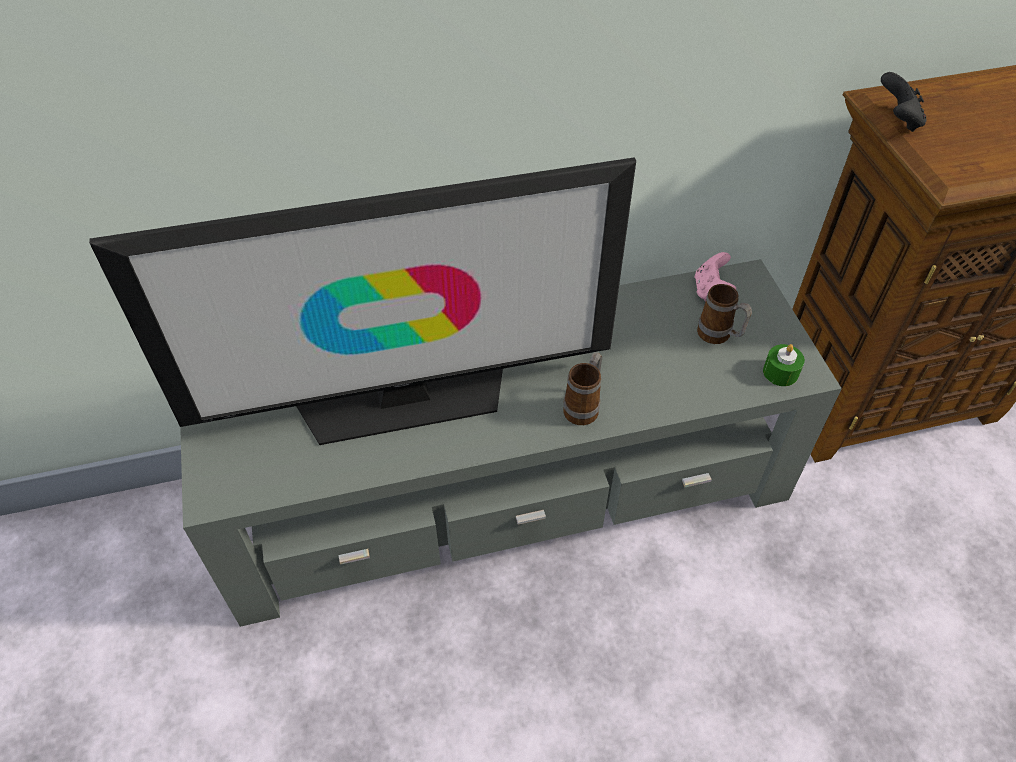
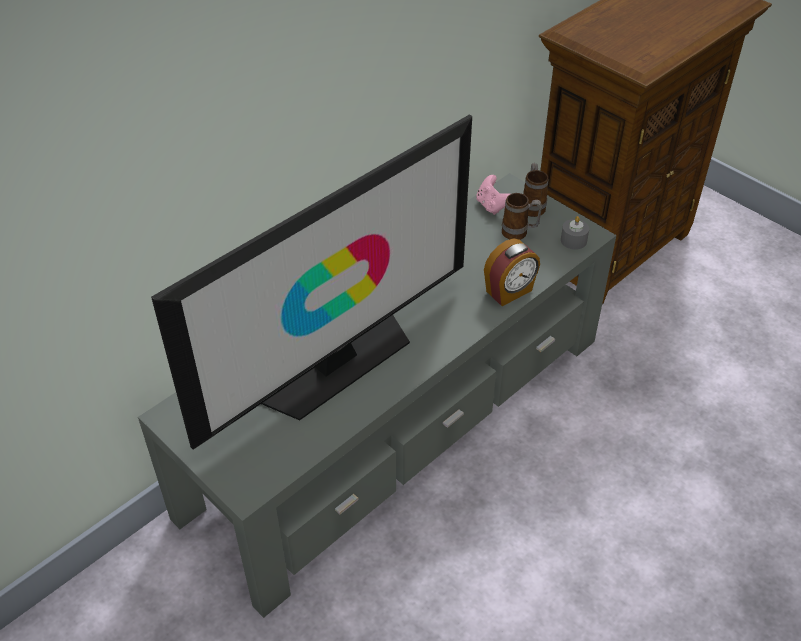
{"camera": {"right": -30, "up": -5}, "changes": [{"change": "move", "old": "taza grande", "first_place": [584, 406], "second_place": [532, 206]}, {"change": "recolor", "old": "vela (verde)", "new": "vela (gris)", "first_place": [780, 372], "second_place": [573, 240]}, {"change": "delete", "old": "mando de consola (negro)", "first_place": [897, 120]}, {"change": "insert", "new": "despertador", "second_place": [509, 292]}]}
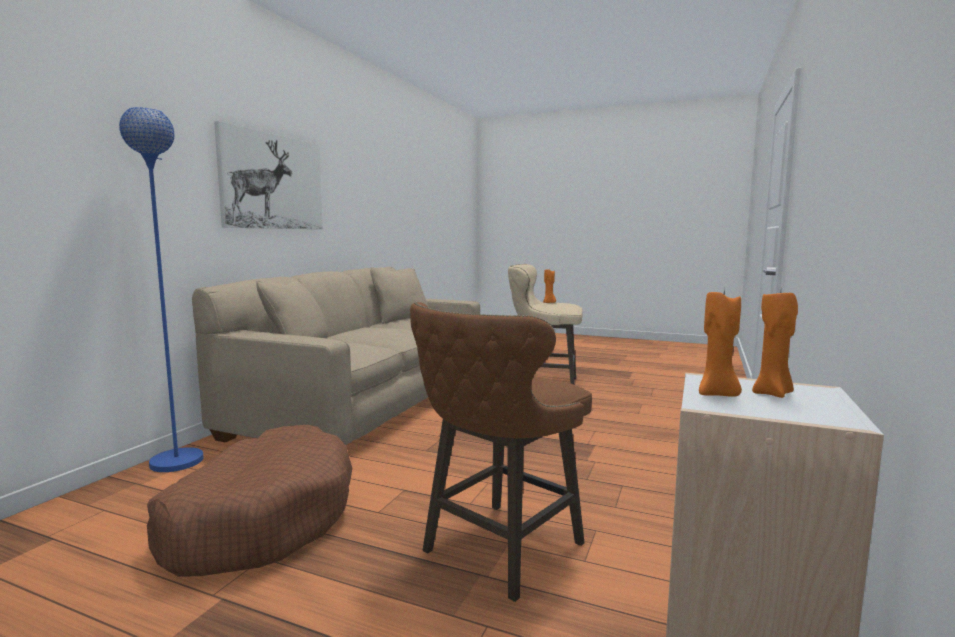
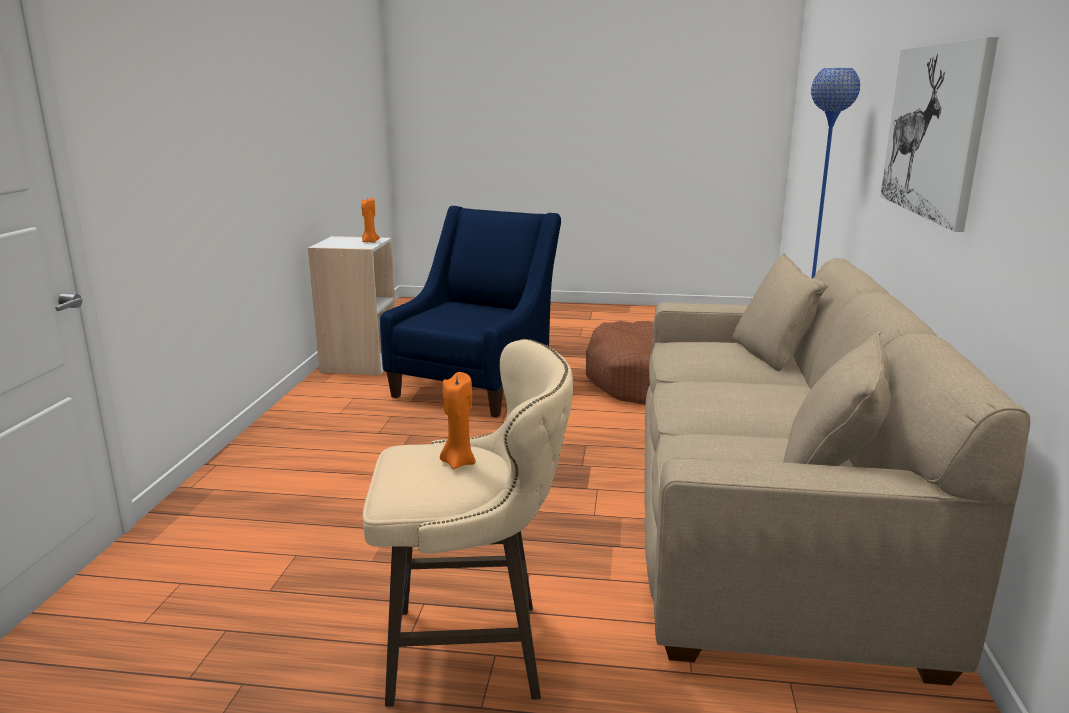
{"camera": {"right": 165, "up": 10}, "changes": [{"change": "replace", "old": "taburete (marrón)", "new": "sillón (azul)", "first_place": [498, 550], "second_place": [476, 385]}, {"change": "delete", "old": "vela (naranja)", "first_place": [773, 393]}]}
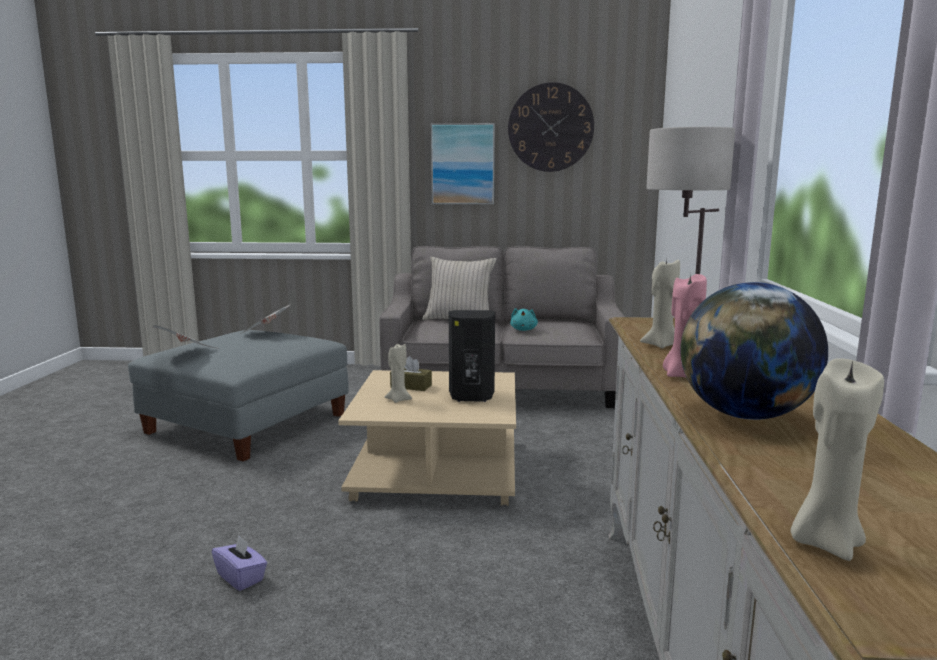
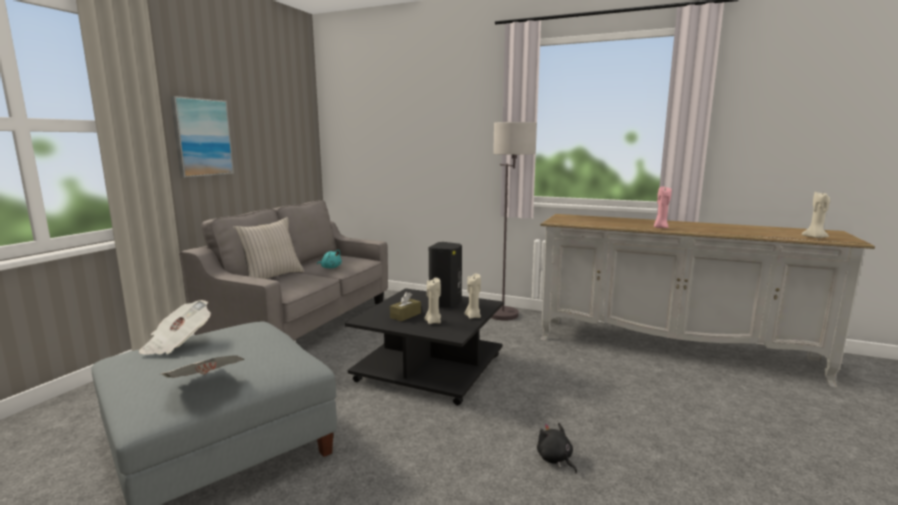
{"camera": {"right": -70, "up": 0}, "changes": [{"change": "replace", "old": "caja de pañuelos (morado)", "new": "peluche (negro)", "first_place": [241, 577], "second_place": [555, 459]}, {"change": "recolor", "old": "mesa de centro (beis)", "new": "mesa de centro (negro)", "first_place": [438, 469], "second_place": [429, 367]}, {"change": "delete", "old": "reloj de pared", "first_place": [550, 127]}, {"change": "move", "old": "vela (beis)", "first_place": [660, 345], "second_place": [473, 316]}, {"change": "delete", "old": "globo terráqueo", "first_place": [745, 415]}]}
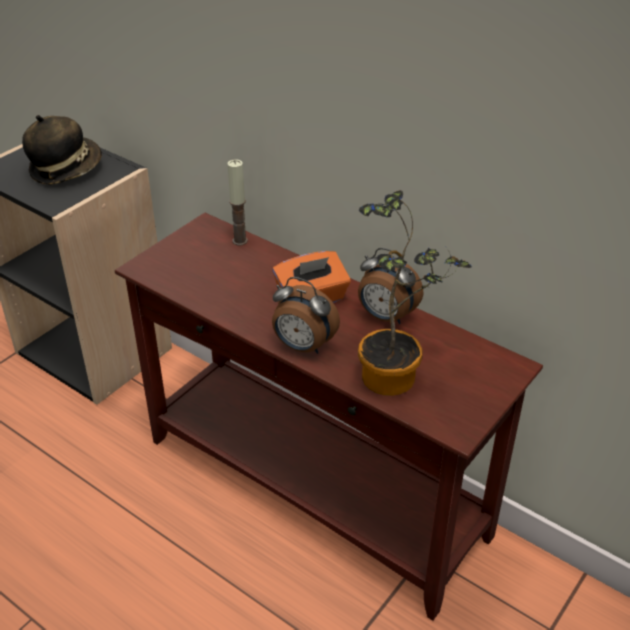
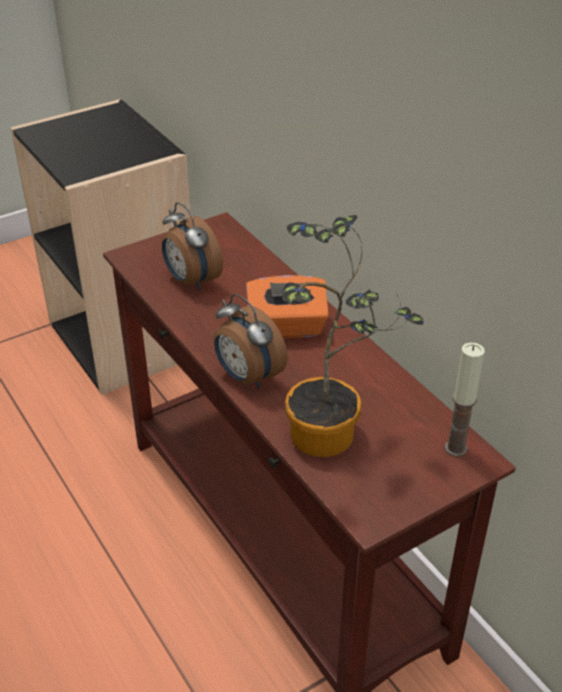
{"camera": {"right": 20, "up": 0}, "changes": [{"change": "delete", "old": "sombrero", "first_place": [65, 169]}, {"change": "move", "old": "vela", "first_place": [240, 241], "second_place": [455, 448]}, {"change": "move", "old": "despertador", "first_place": [385, 317], "second_place": [191, 281]}]}
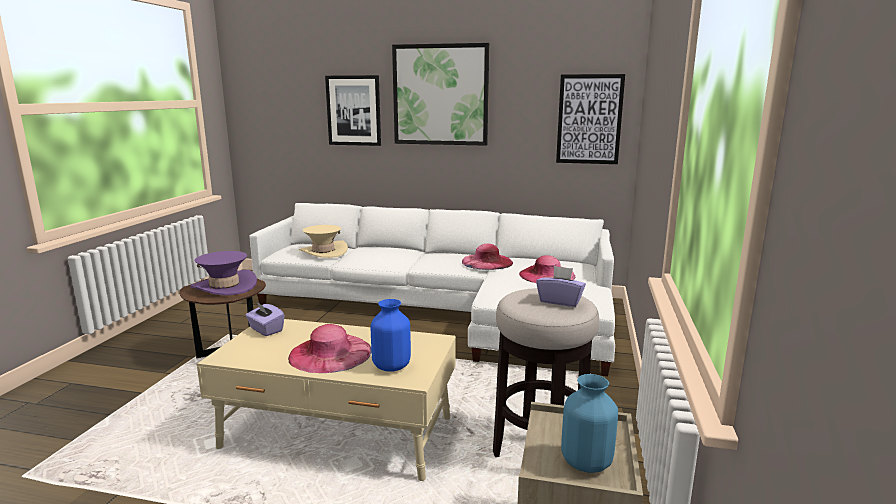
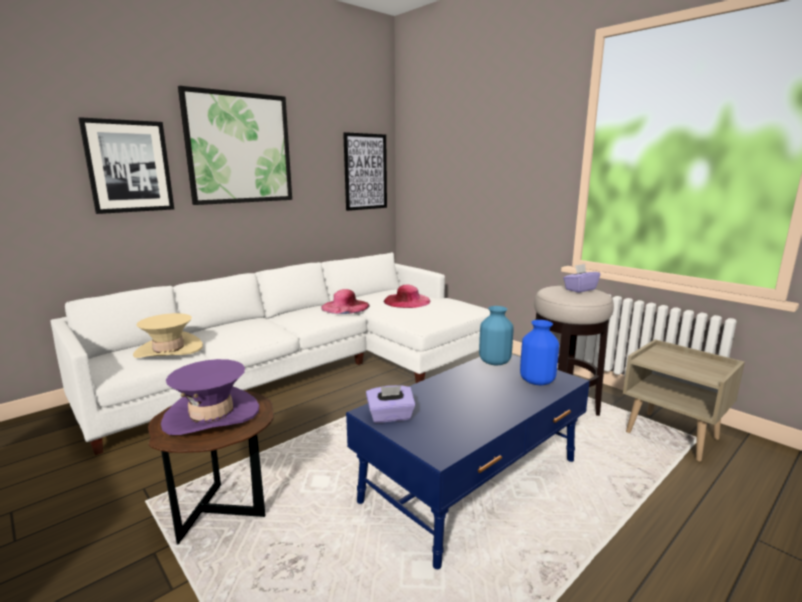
{"camera": {"right": -55, "up": 0}, "changes": [{"change": "recolor", "old": "mesa de centro (beis)", "new": "mesa de centro (azul)", "first_place": [339, 433], "second_place": [472, 479]}, {"change": "delete", "old": "sombrero (rosa)", "first_place": [330, 353]}, {"change": "move", "old": "florero (azul)", "first_place": [587, 463], "second_place": [495, 362]}]}
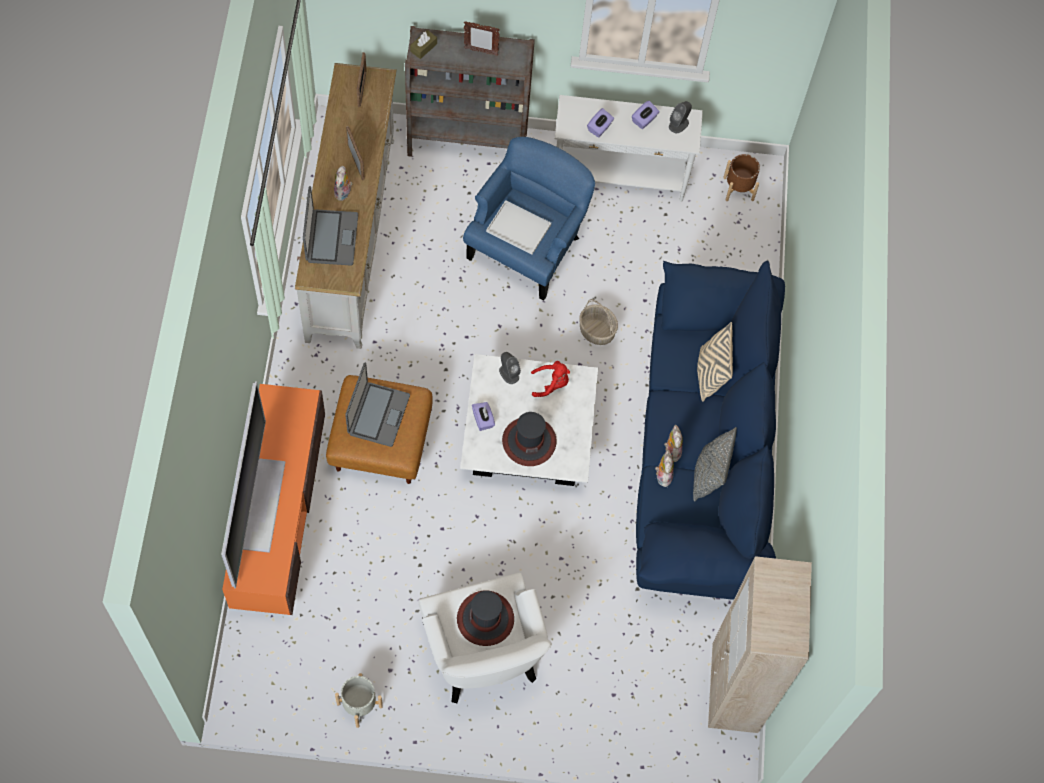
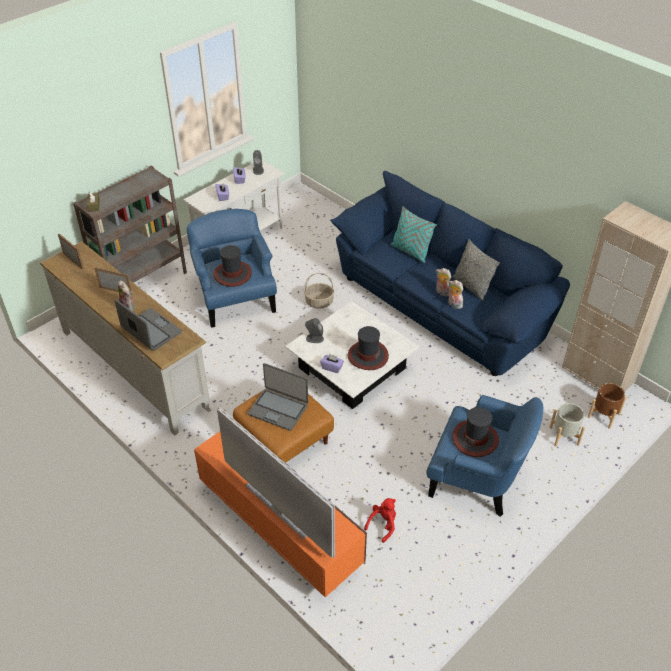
{"camera": {"right": -45, "up": -20}, "changes": [{"change": "move", "old": "maceta (gris)", "first_place": [359, 705], "second_place": [564, 436]}, {"change": "rotate", "old": "portátil", "first_place": [378, 414], "second_place": [278, 409], "degrees": 150}, {"change": "recolor", "old": "sillón (blanco)", "new": "sillón (azul)", "first_place": [482, 652], "second_place": [478, 478]}, {"change": "delete", "old": "portarretratos", "first_place": [480, 51]}, {"change": "replace", "old": "bandeja (blanco)", "new": "sombrero", "first_place": [517, 228], "second_place": [232, 274]}, {"change": "move", "old": "peluche (rojo)", "first_place": [551, 384], "second_place": [383, 525]}, {"change": "recolor", "old": "cojín (beis)", "new": "cojín (turquesa)", "first_place": [710, 374], "second_place": [410, 251]}, {"change": "move", "old": "maceta (marrón)", "first_place": [738, 188], "second_place": [604, 415]}]}
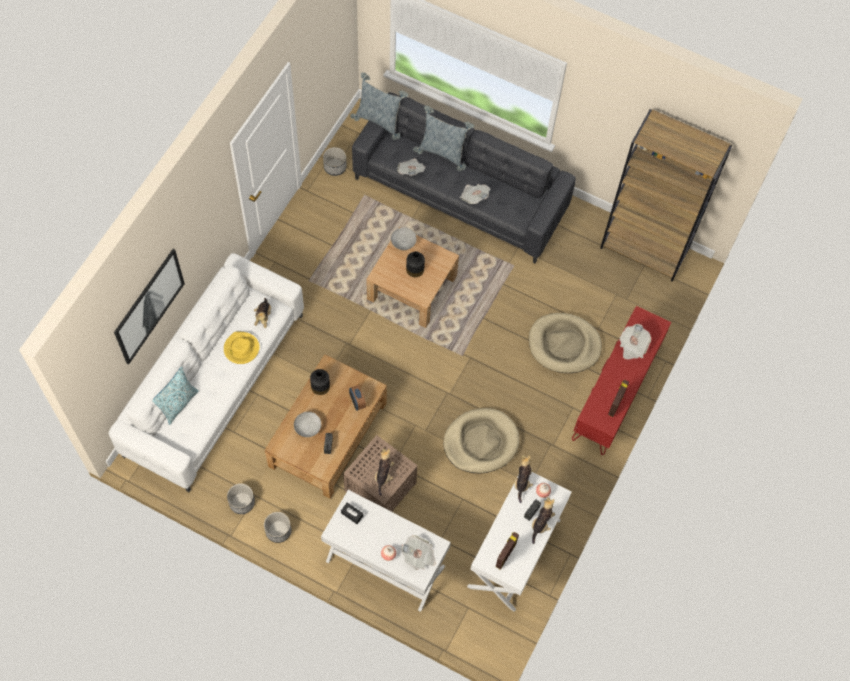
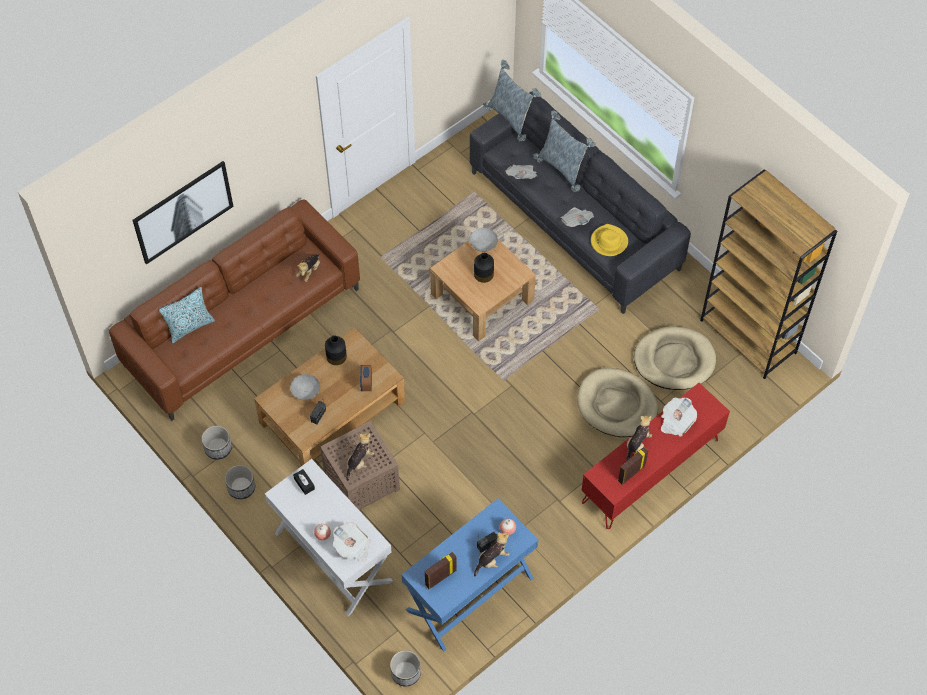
{"camera": {"right": 25, "up": -5}, "changes": [{"change": "recolor", "old": "sofá (blanco)", "new": "sofá (marrón)", "first_place": [214, 384], "second_place": [242, 326]}, {"change": "move", "old": "sombrero (amarillo)", "first_place": [241, 349], "second_place": [608, 242]}, {"change": "move", "old": "maceta", "first_place": [335, 167], "second_place": [405, 673]}, {"change": "move", "old": "cama para perro (beis)", "first_place": [481, 442], "second_place": [674, 360]}, {"change": "recolor", "old": "mesa consola (blanco)", "new": "mesa consola (azul)", "first_place": [514, 553], "second_place": [470, 594]}, {"change": "move", "old": "peluche", "first_place": [522, 481], "second_place": [637, 444]}]}
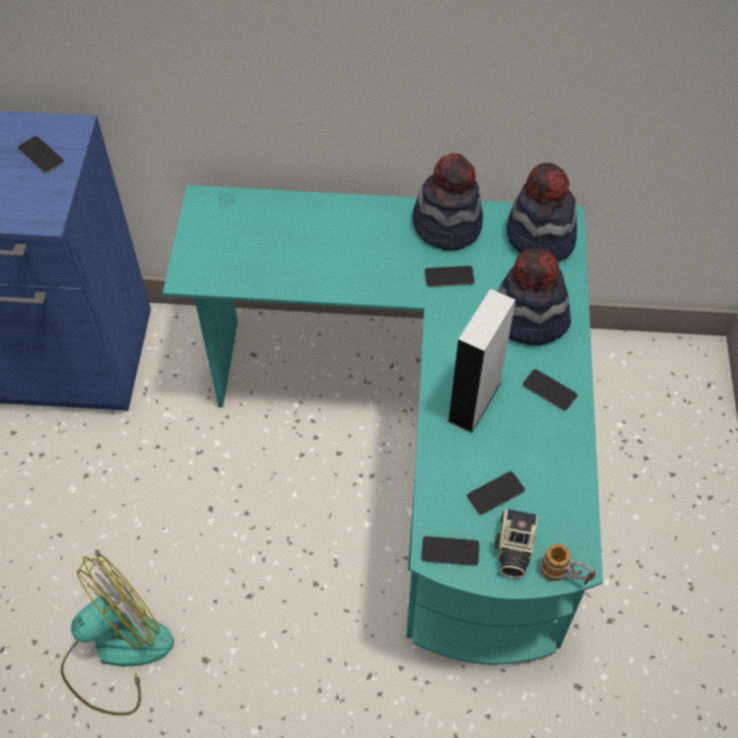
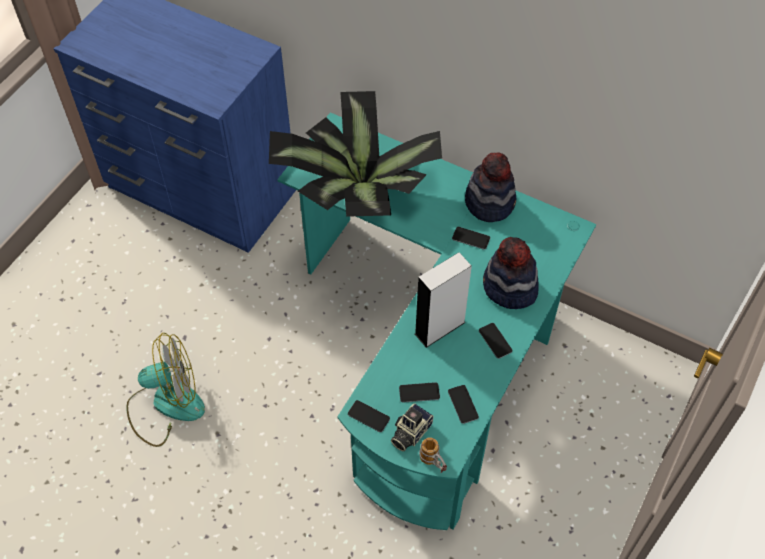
{"camera": {"right": 25, "up": 0}, "changes": [{"change": "move", "old": "móvil", "first_place": [41, 155], "second_place": [463, 404]}, {"change": "delete", "old": "sombrero", "first_place": [539, 237]}, {"change": "insert", "new": "planta en maceta", "second_place": [356, 195]}]}
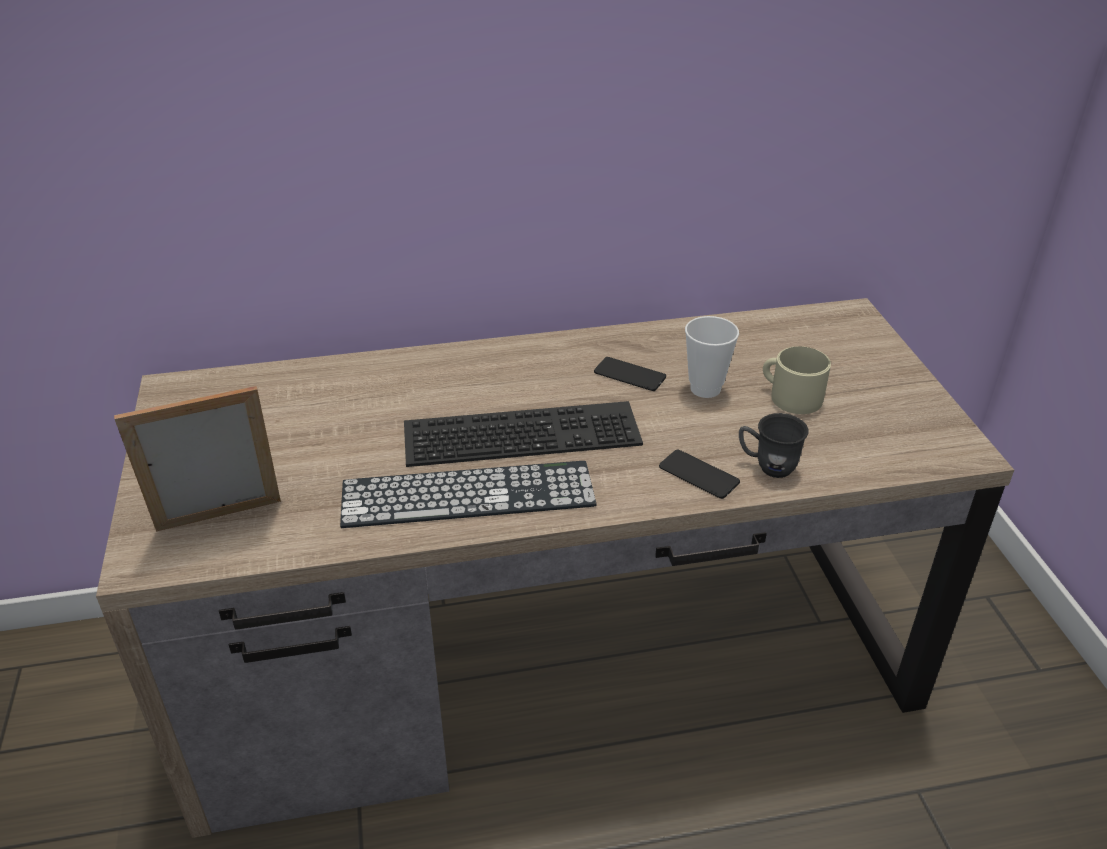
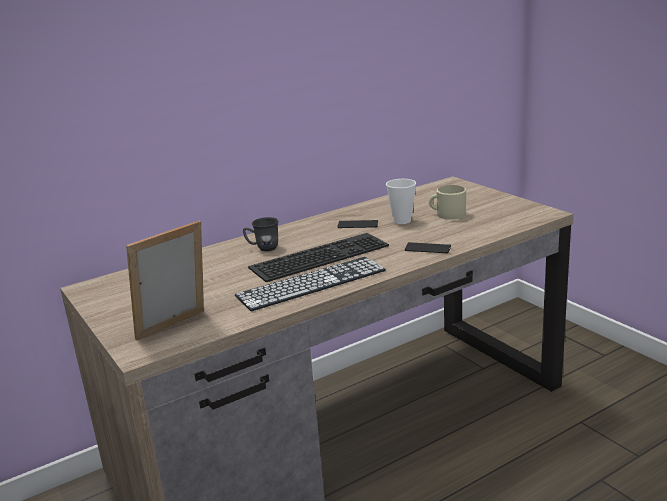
{"camera": {"right": -20, "up": -15}, "changes": [{"change": "move", "old": "taza grande (gris)", "first_place": [767, 466], "second_place": [263, 248]}]}
